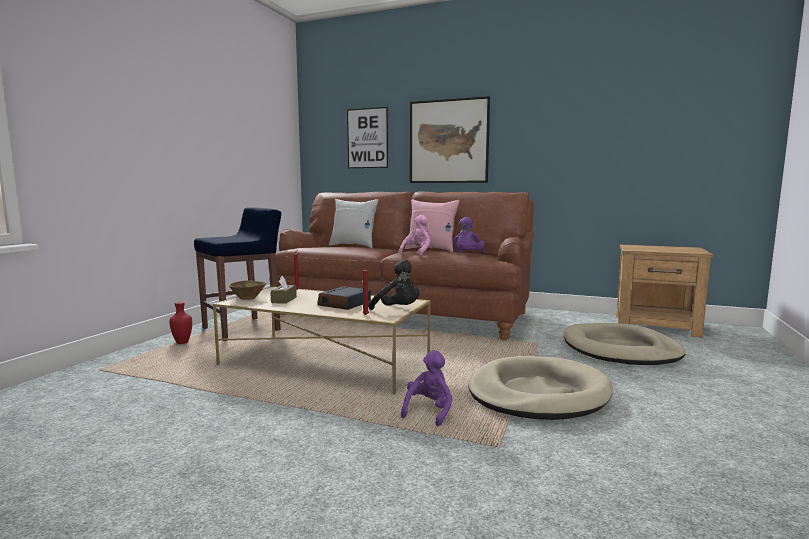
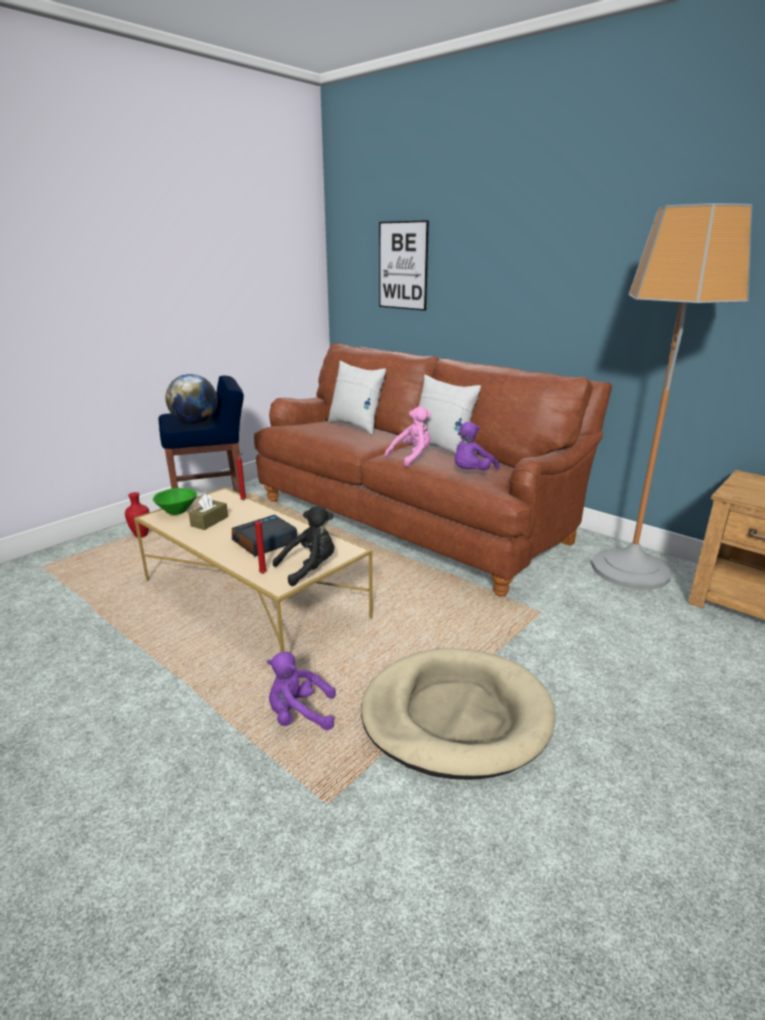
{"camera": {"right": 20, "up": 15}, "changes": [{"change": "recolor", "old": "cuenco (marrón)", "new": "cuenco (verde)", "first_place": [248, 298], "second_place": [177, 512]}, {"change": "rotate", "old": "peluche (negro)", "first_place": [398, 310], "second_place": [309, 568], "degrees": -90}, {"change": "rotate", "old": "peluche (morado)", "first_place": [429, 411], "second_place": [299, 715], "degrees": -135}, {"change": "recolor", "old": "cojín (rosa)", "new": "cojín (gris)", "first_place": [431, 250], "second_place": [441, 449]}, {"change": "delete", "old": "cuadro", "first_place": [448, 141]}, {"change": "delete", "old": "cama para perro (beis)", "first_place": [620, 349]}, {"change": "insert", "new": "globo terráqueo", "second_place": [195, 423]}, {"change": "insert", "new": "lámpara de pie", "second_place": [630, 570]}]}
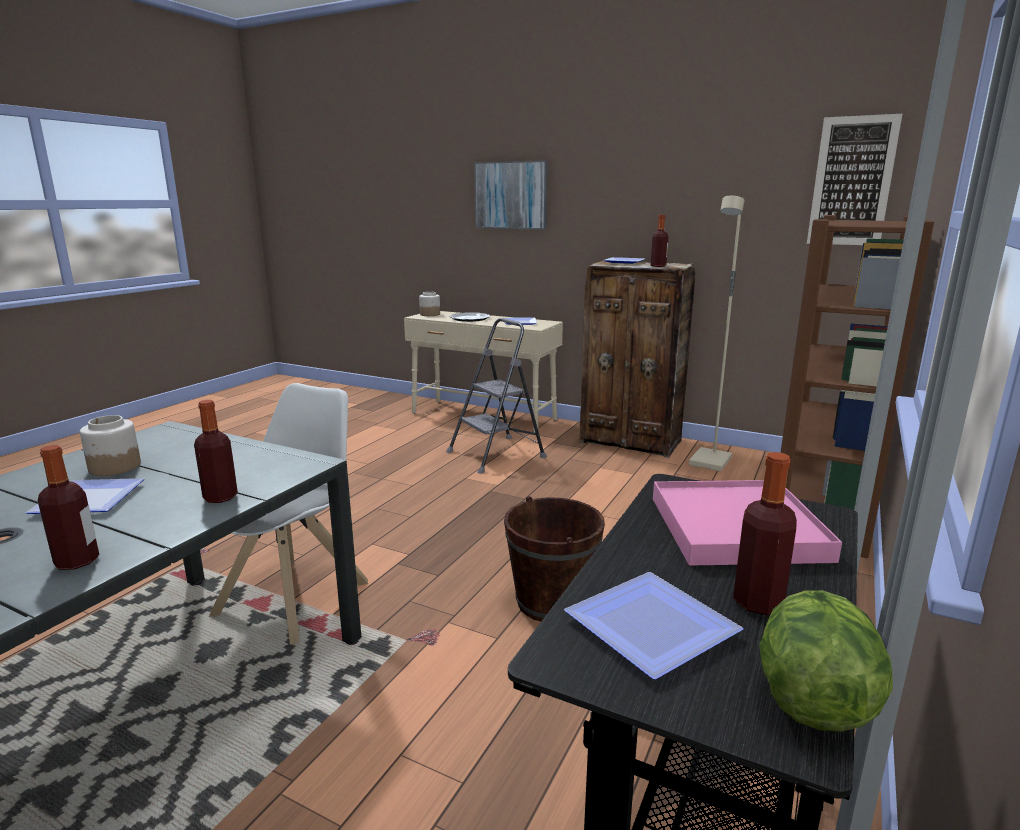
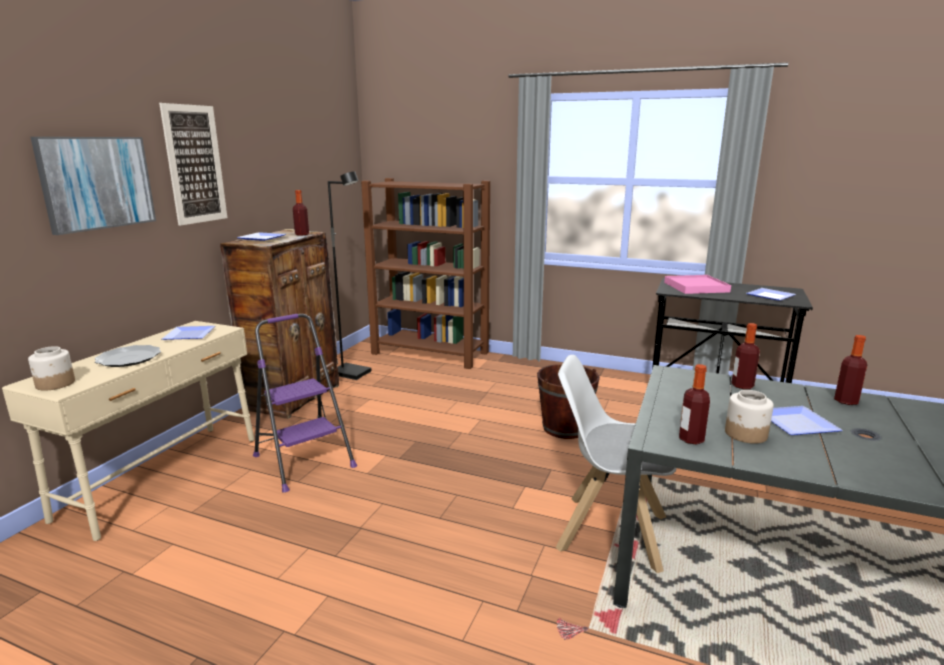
{"camera": {"right": -95, "up": 0}, "changes": [{"change": "recolor", "old": "escalera de tijera (gris)", "new": "escalera de tijera (morado)", "first_place": [498, 453], "second_place": [303, 459]}, {"change": "recolor", "old": "lámpara de pie (beis)", "new": "lámpara de pie (negro)", "first_place": [711, 462], "second_place": [352, 373]}, {"change": "move", "old": "botella", "first_place": [758, 602], "second_place": [691, 439]}, {"change": "delete", "old": "lechuga", "first_place": [812, 699]}, {"change": "move", "old": "cuadro", "first_place": [852, 182], "second_place": [195, 164]}]}
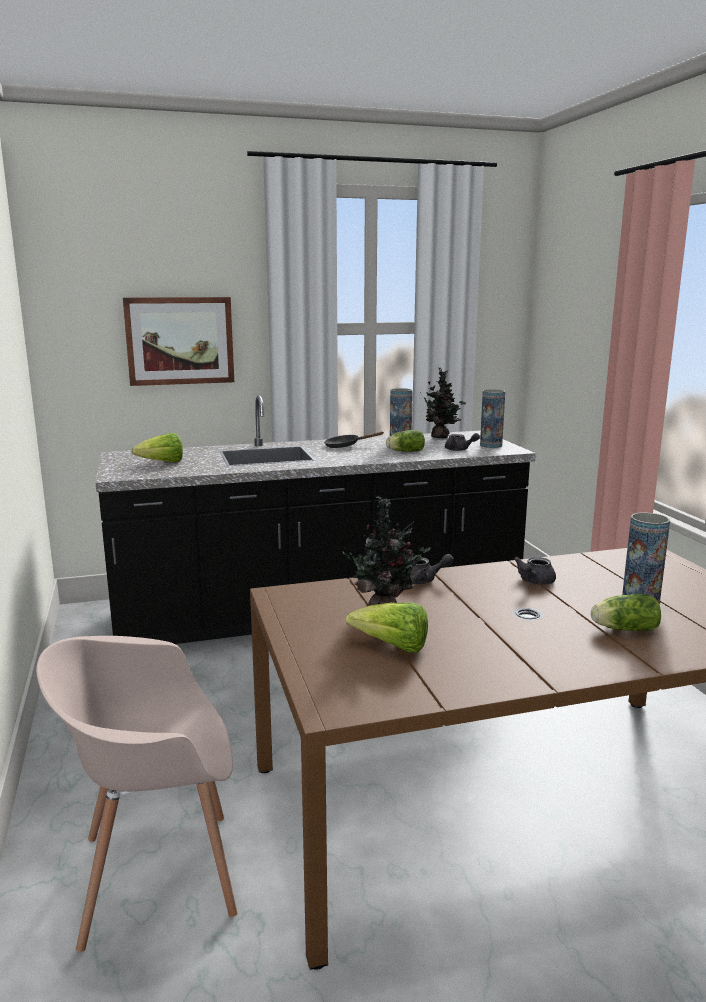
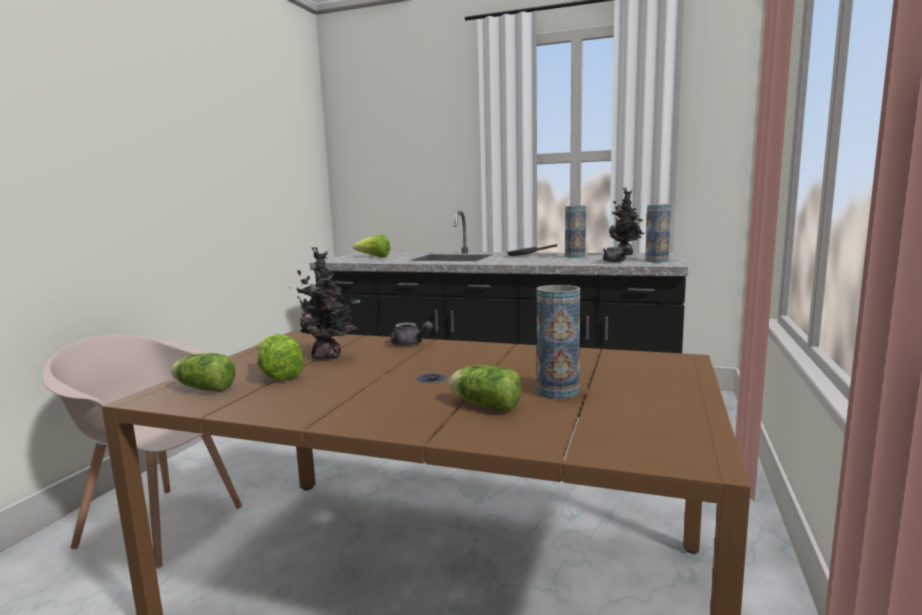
{"camera": {"right": 35, "up": -5}, "changes": [{"change": "delete", "old": "cuadro", "first_place": [180, 341]}, {"change": "move", "old": "lechuga", "first_place": [404, 451], "second_place": [203, 388]}, {"change": "delete", "old": "tetera (gris)", "first_place": [533, 582]}]}
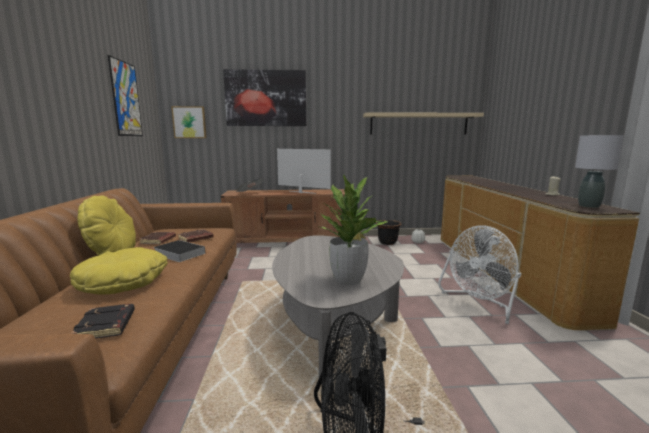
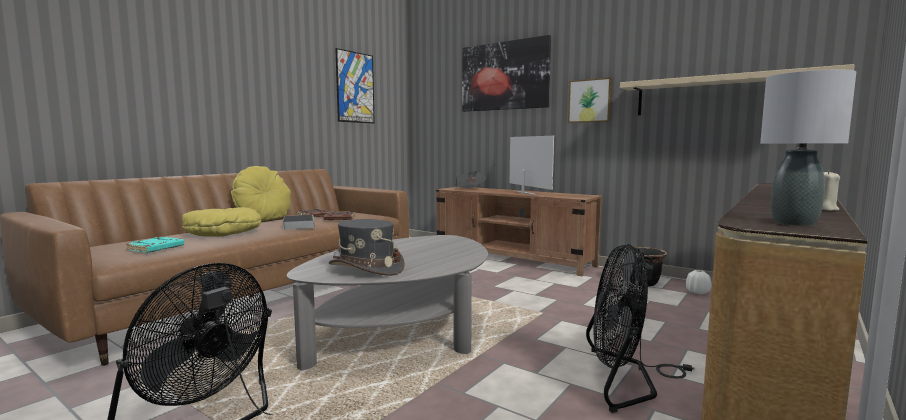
{"camera": {"right": 40, "up": -5}, "changes": [{"change": "recolor", "old": "libro (negro)", "new": "libro (turquesa)", "first_place": [107, 326], "second_place": [156, 248]}, {"change": "move", "old": "cuadro", "first_place": [189, 122], "second_place": [590, 101]}, {"change": "replace", "old": "planta en maceta", "new": "sombrero (gris)", "first_place": [348, 280], "second_place": [366, 268]}, {"change": "recolor", "old": "ventilador (blanco)", "new": "ventilador (negro)", "first_place": [479, 302], "second_place": [627, 377]}]}
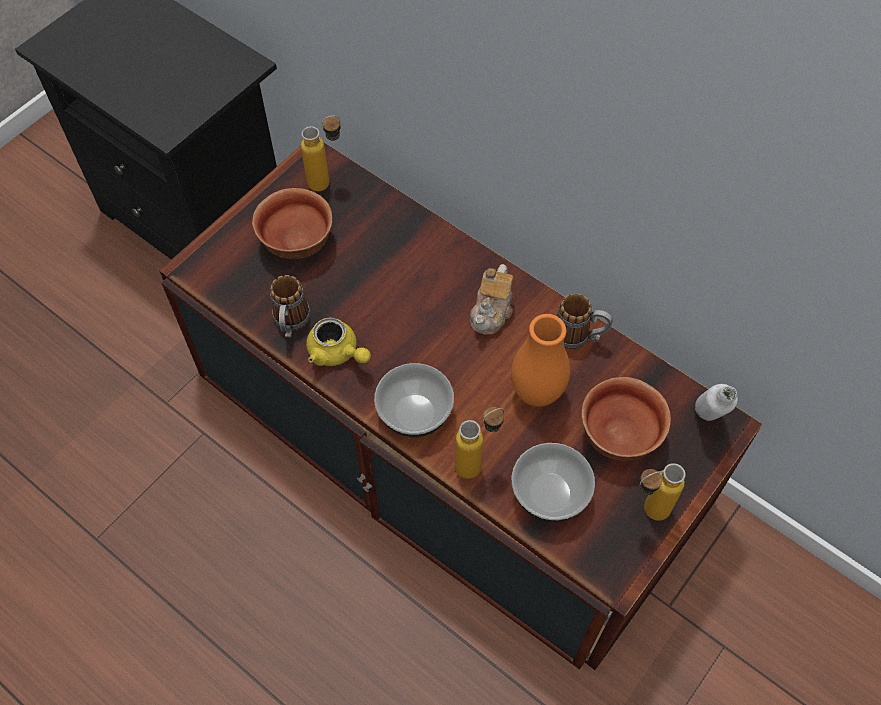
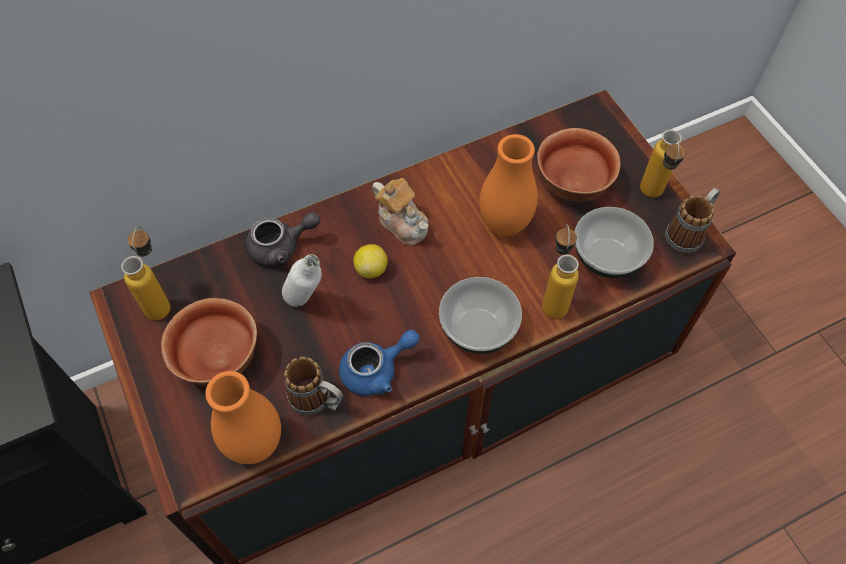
{"camera": {"right": -65, "up": 0}, "changes": [{"change": "recolor", "old": "tetera (amarillo)", "new": "tetera (azul)", "first_place": [337, 353], "second_place": [377, 370]}, {"change": "move", "old": "taza grande", "first_place": [578, 336], "second_place": [688, 233]}, {"change": "move", "old": "botella (blanco)", "first_place": [706, 422], "second_place": [307, 304]}, {"change": "insert", "new": "florero (naranja)", "second_place": [255, 444]}, {"change": "insert", "new": "tetera (gris)", "second_place": [281, 247]}, {"change": "insert", "new": "limón", "second_place": [371, 269]}]}
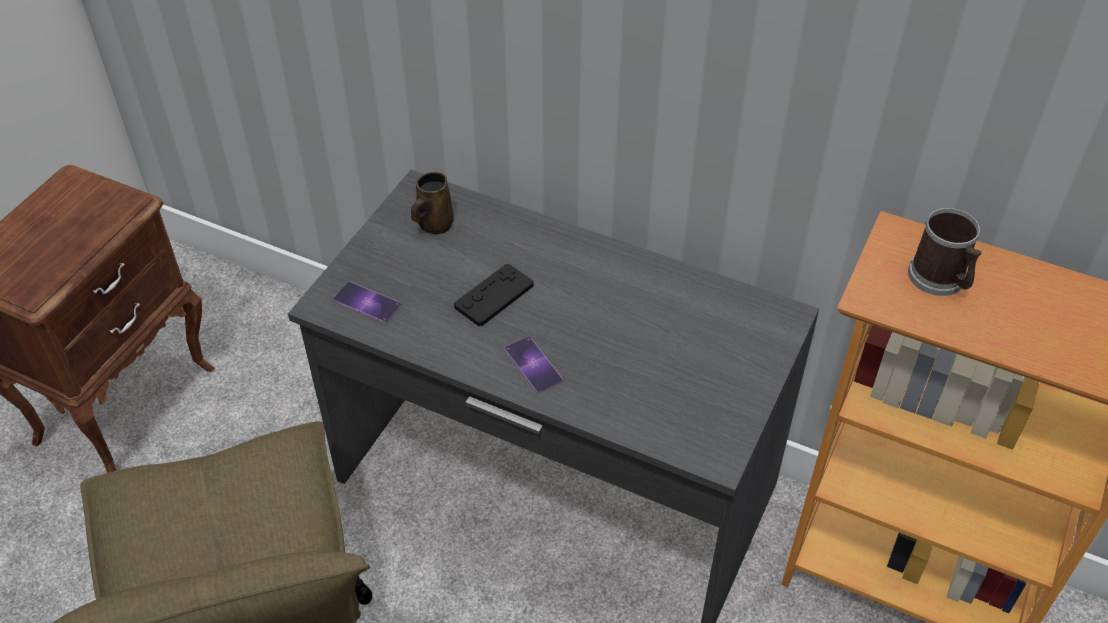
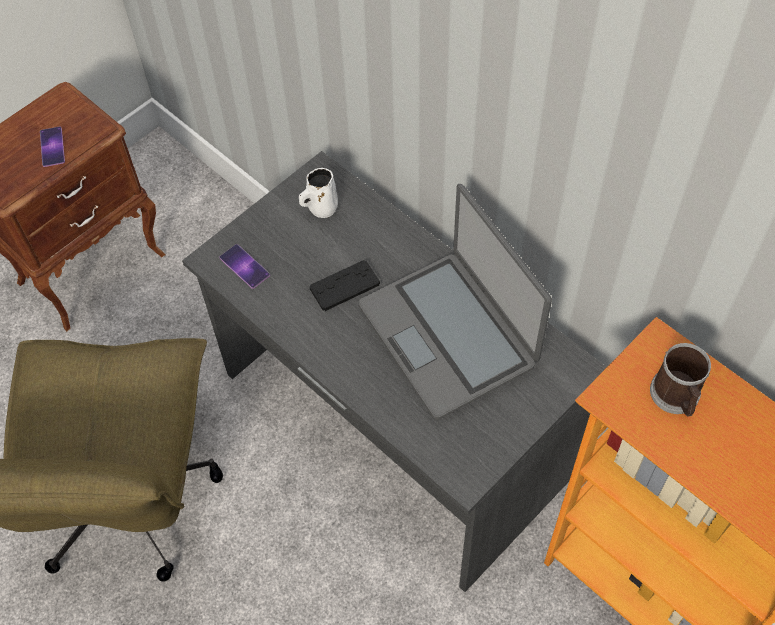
{"camera": {"right": 20, "up": 10}, "changes": [{"change": "recolor", "old": "taza grande (marrón)", "new": "taza grande (blanco)", "first_place": [434, 225], "second_place": [321, 208]}, {"change": "move", "old": "móvil", "first_place": [533, 365], "second_place": [52, 147]}, {"change": "insert", "new": "portátil", "second_place": [448, 334]}]}
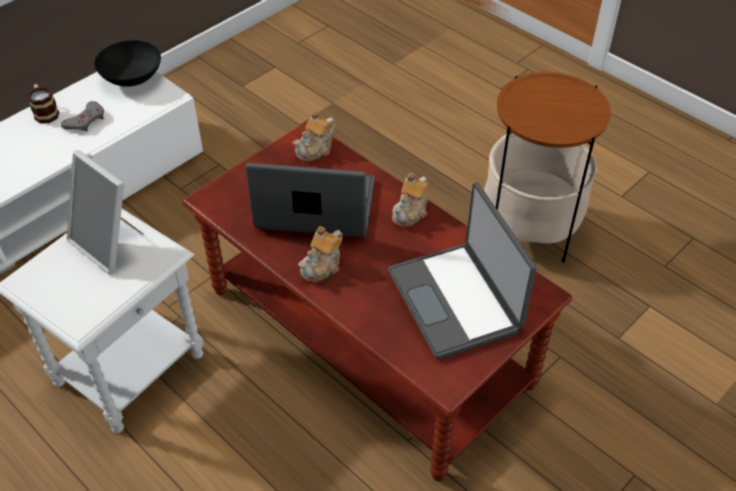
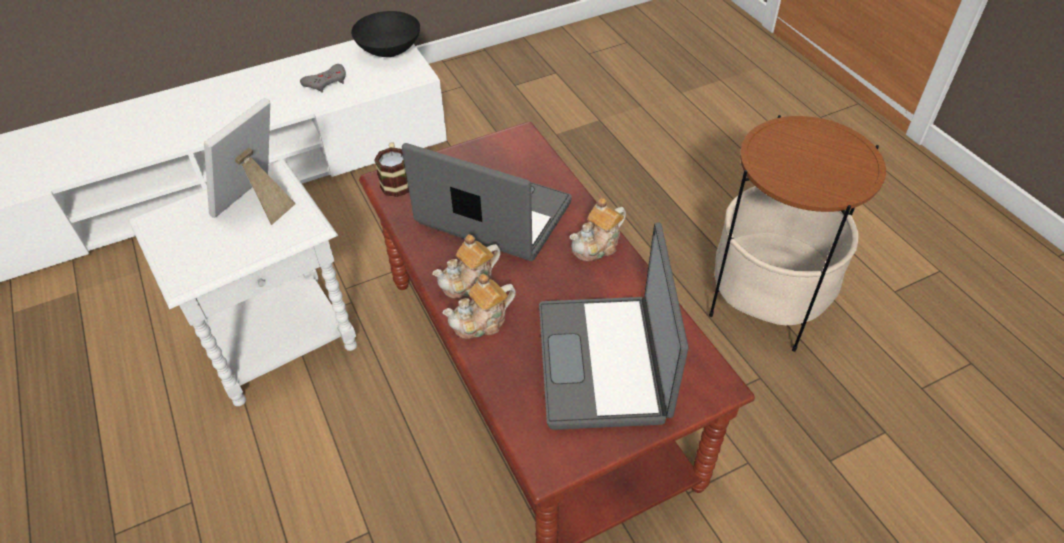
{"camera": {"right": 20, "up": 0}, "changes": [{"change": "move", "old": "taza grande", "first_place": [45, 112], "second_place": [396, 181]}, {"change": "rotate", "old": "portarretratos", "first_place": [110, 244], "second_place": [257, 203], "degrees": 60}, {"change": "move", "old": "tetera", "first_place": [315, 149], "second_place": [481, 322]}]}
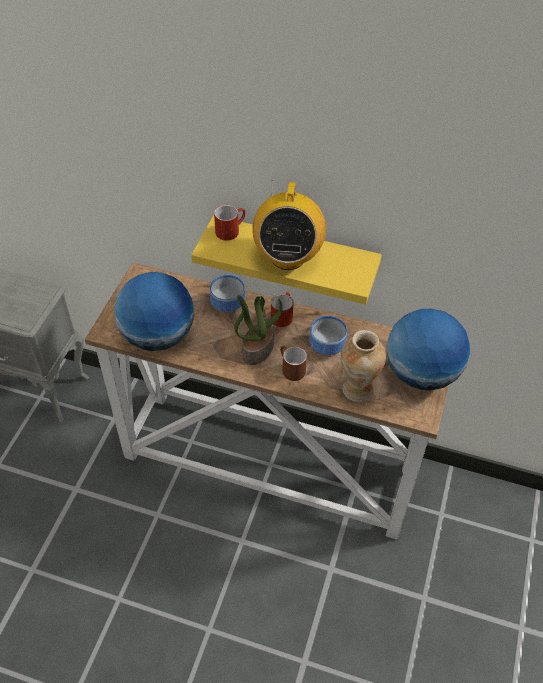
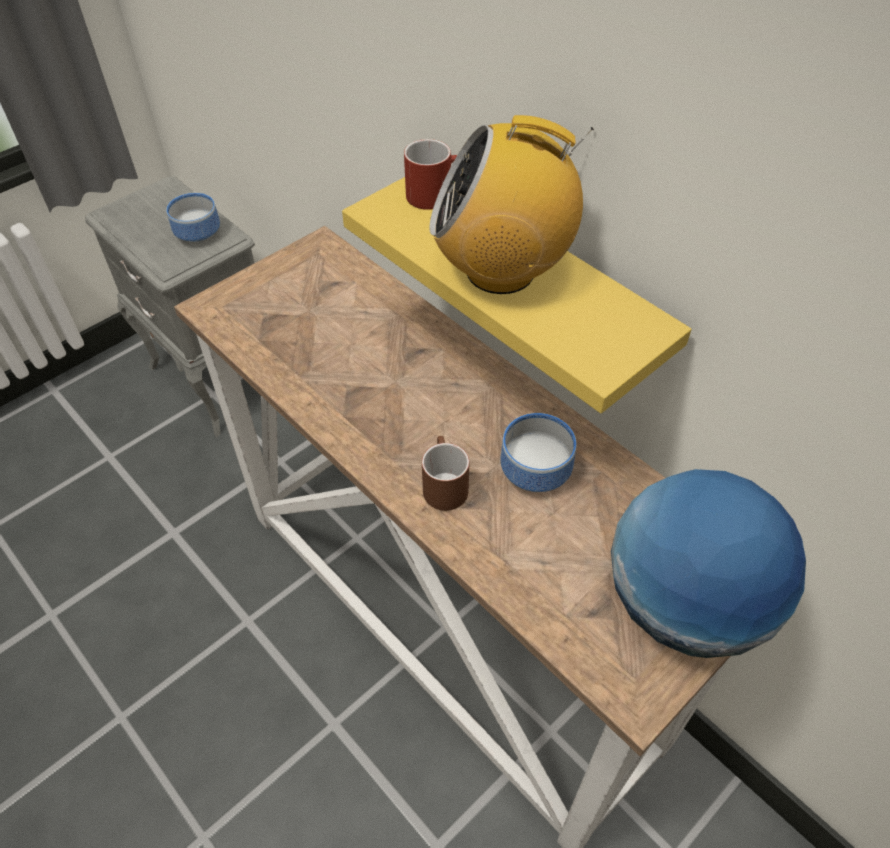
{"camera": {"right": 30, "up": 0}, "changes": [{"change": "delete", "old": "globo terráqueo", "first_place": [158, 336]}, {"change": "move", "old": "cuenco", "first_place": [229, 304], "second_place": [199, 235]}, {"change": "delete", "old": "planta en maceta", "first_place": [257, 349]}, {"change": "rotate", "old": "radio", "first_place": [287, 257], "second_place": [501, 271], "degrees": 60}, {"change": "delete", "old": "taza grande (rojo)", "first_place": [282, 315]}, {"change": "delete", "old": "florero", "first_place": [357, 390]}]}
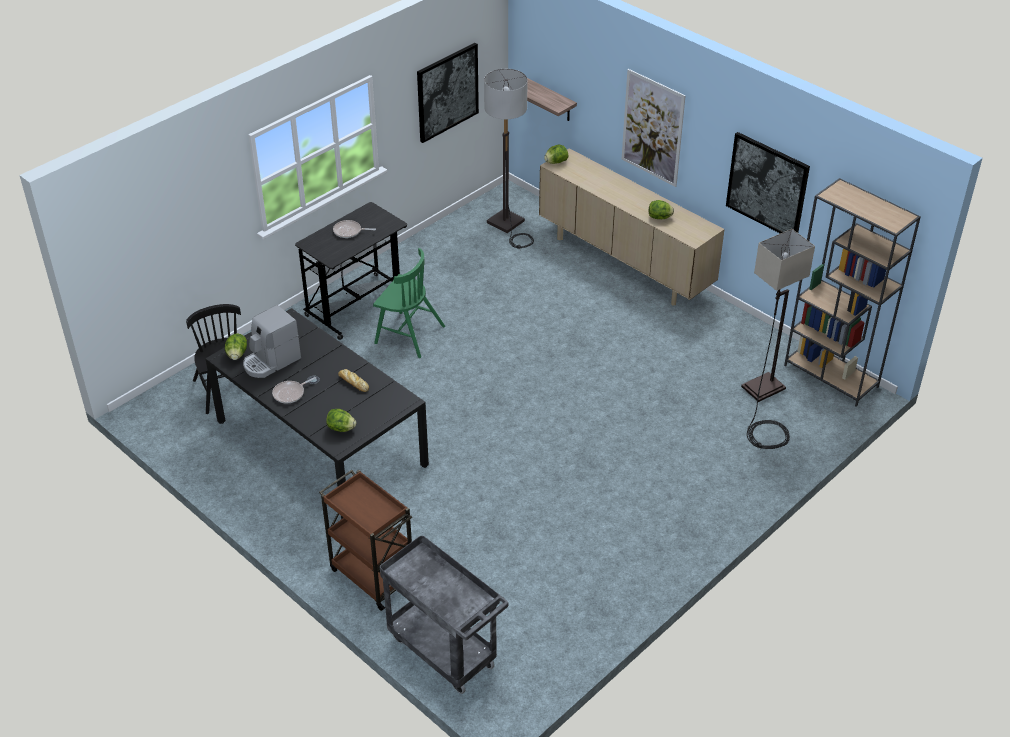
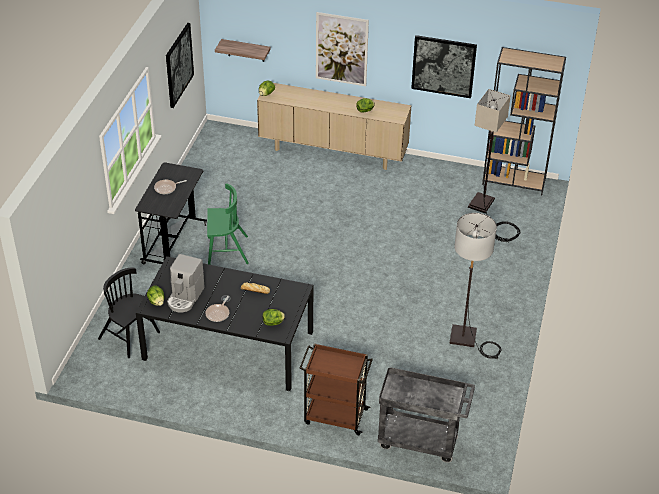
{"camera": {"right": -30, "up": 0}, "changes": [{"change": "move", "old": "lámpara de pie", "first_place": [510, 228], "second_place": [471, 341]}]}
